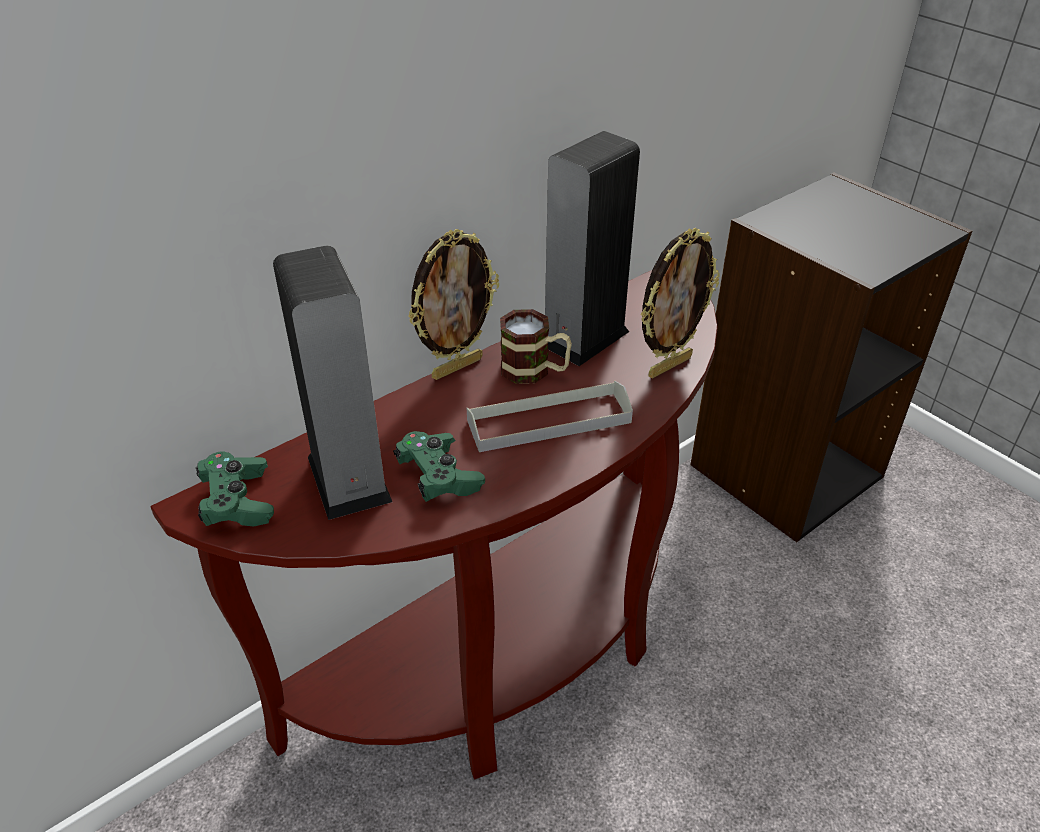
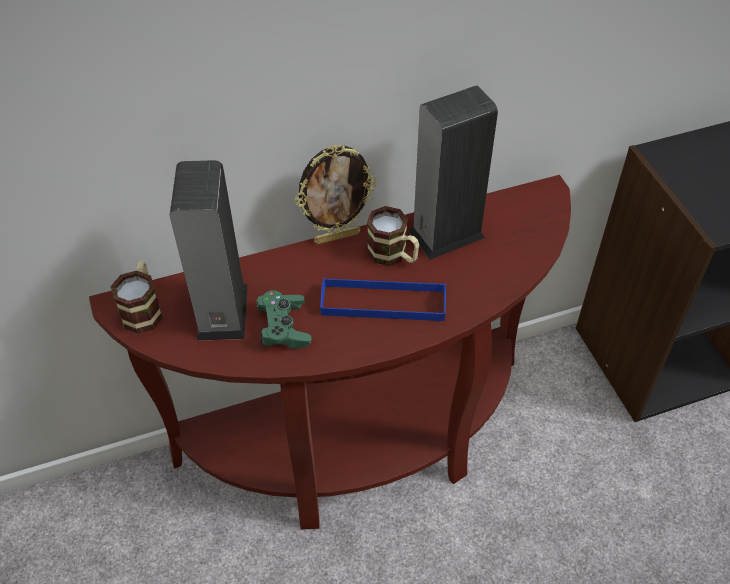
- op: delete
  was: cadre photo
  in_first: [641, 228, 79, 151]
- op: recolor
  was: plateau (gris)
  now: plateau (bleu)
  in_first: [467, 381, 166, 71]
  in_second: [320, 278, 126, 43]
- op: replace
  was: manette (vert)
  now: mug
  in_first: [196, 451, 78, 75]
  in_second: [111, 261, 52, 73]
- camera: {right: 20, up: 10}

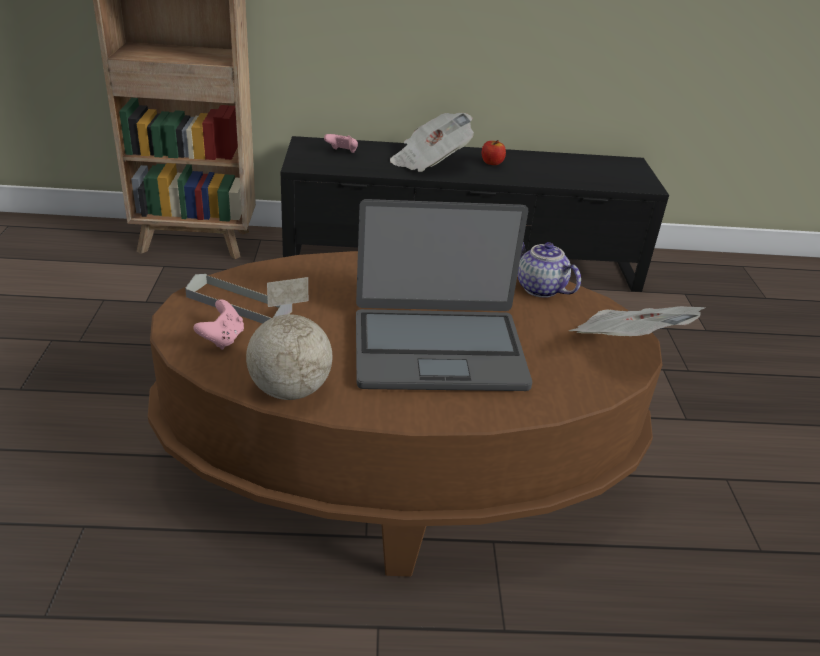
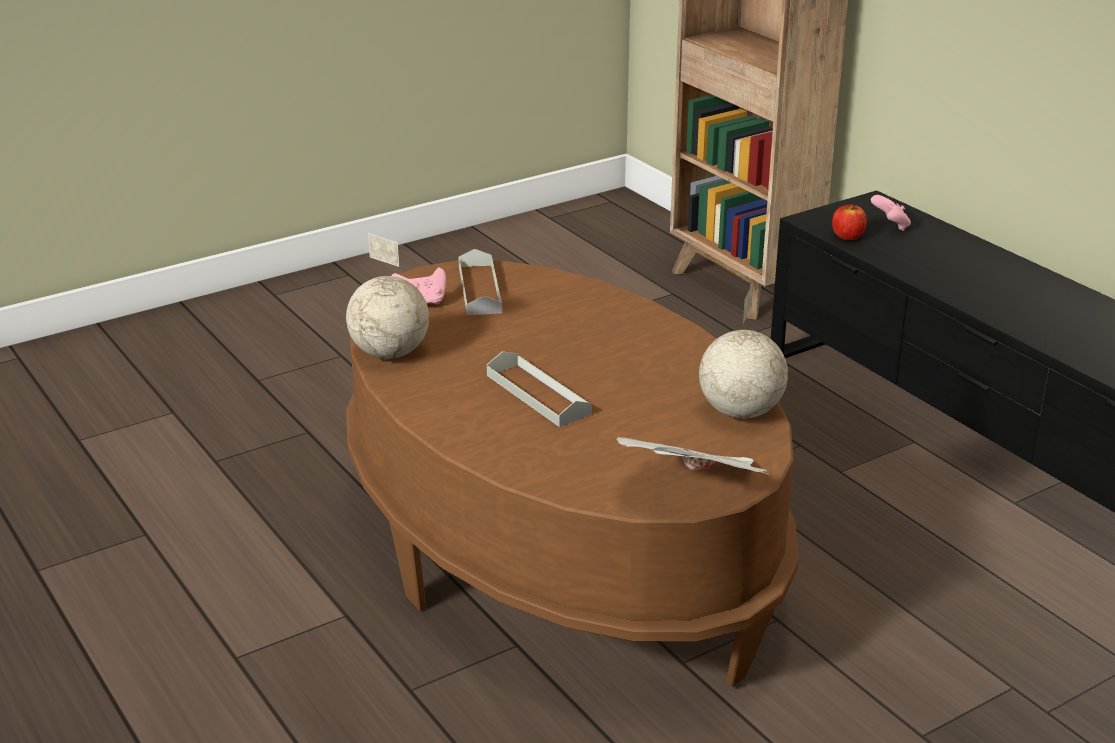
- op: delete
  was: journal
  in_first: [390, 113, 84, 59]
- op: move
  was: pomme
  in_first: [482, 140, 24, 25]
  in_second: [832, 205, 35, 35]
- op: replace
  was: ordinateur portable
  now: plateau (gris)
  in_first: [356, 199, 176, 192]
  in_second: [487, 351, 105, 76]
- op: replace
  was: théière
  now: globe
  in_first: [518, 242, 63, 56]
  in_second: [699, 282, 89, 136]
- camera: {right: 60, up: -5}

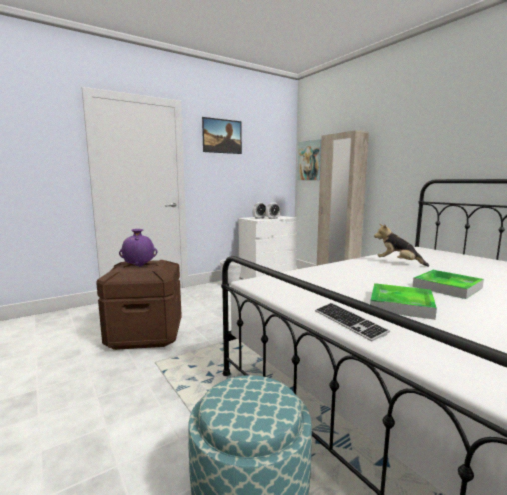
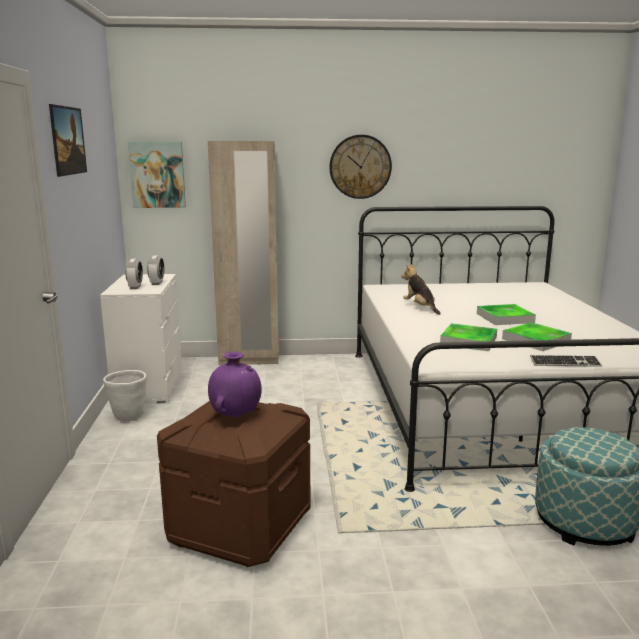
- op: rotate
  was: peluche
  in_first: [374, 224, 55, 43]
  in_second: [401, 264, 40, 51]
  clockwise: 90
- op: insert
  now: horloge murale
  in_second: [329, 135, 63, 64]
- op: insert
  now: plateau
  in_second: [440, 323, 57, 28]
- camera: {right: -60, up: 5}

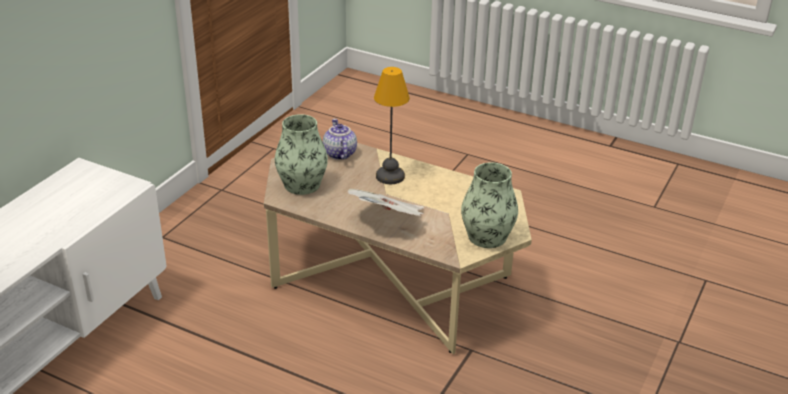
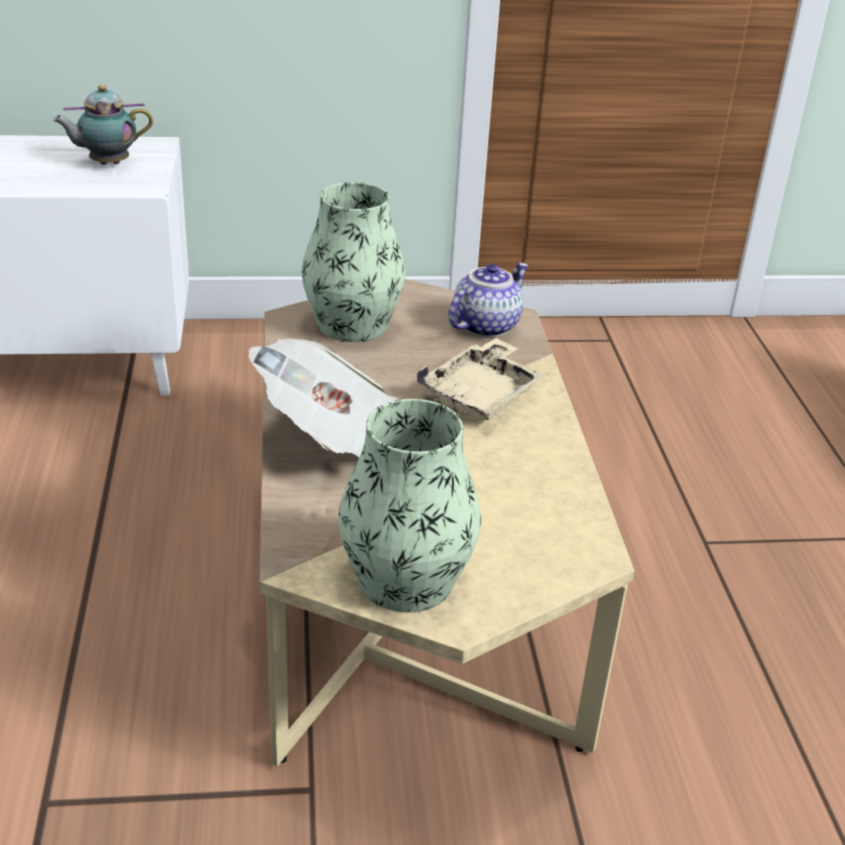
- op: replace
  was: lampe de table
  now: plateau (beige)
  in_first: [374, 67, 36, 117]
  in_second: [417, 338, 129, 82]
- op: insert
  now: théière
  in_second: [53, 85, 100, 80]
- camera: {right: 55, up: 0}

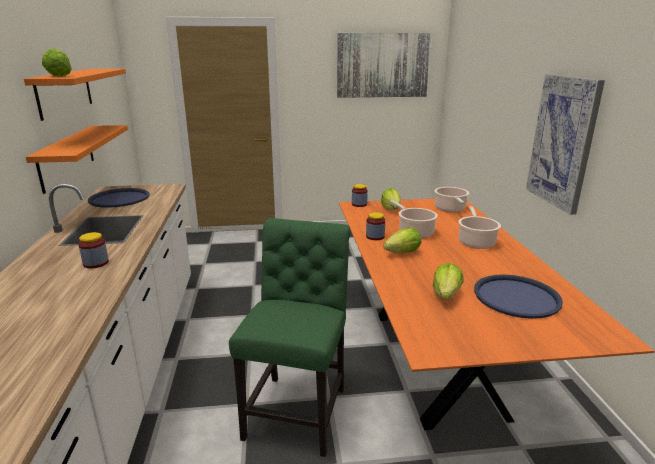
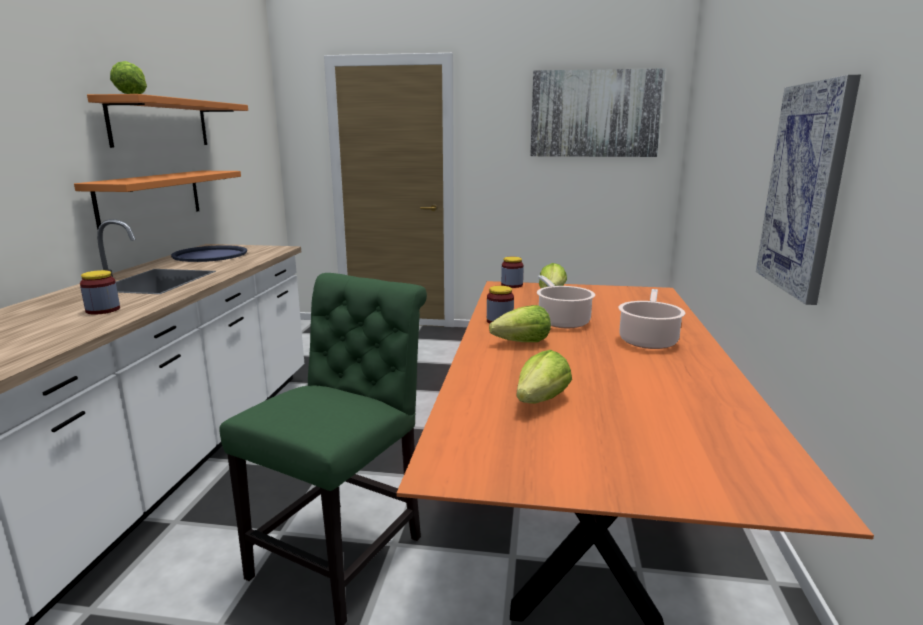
- op: delete
  was: marmite
  in_first: [435, 187, 34, 25]
- op: delete
  was: plateau (bleu)
  in_first: [474, 275, 89, 44]
- camera: {right: 15, up: -5}

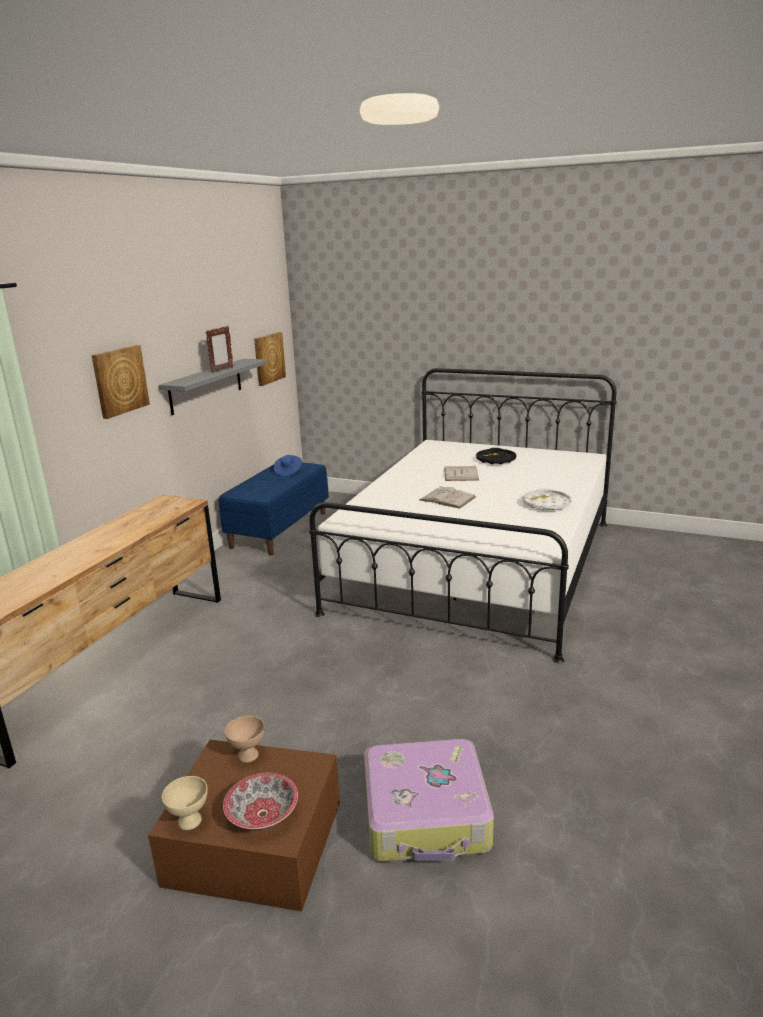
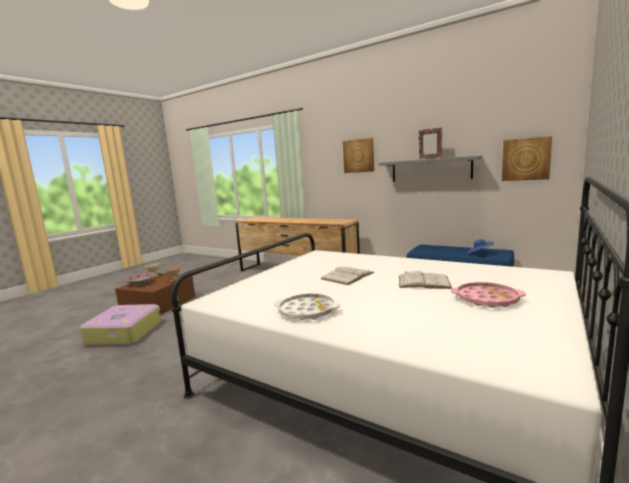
- op: recolor
  was: plateau (noir)
  now: plateau (rose)
  in_first: [476, 448, 40, 16]
  in_second: [451, 282, 75, 26]
- camera: {right: 100, up: -10}

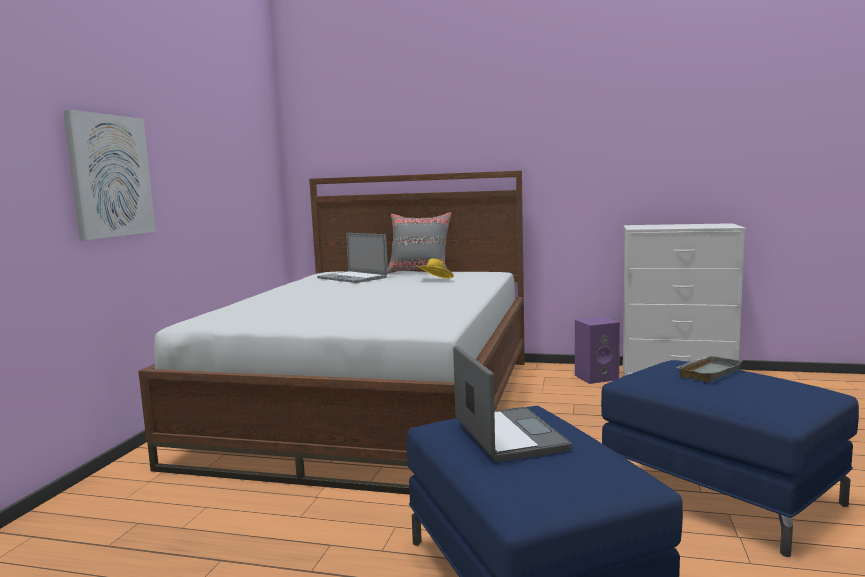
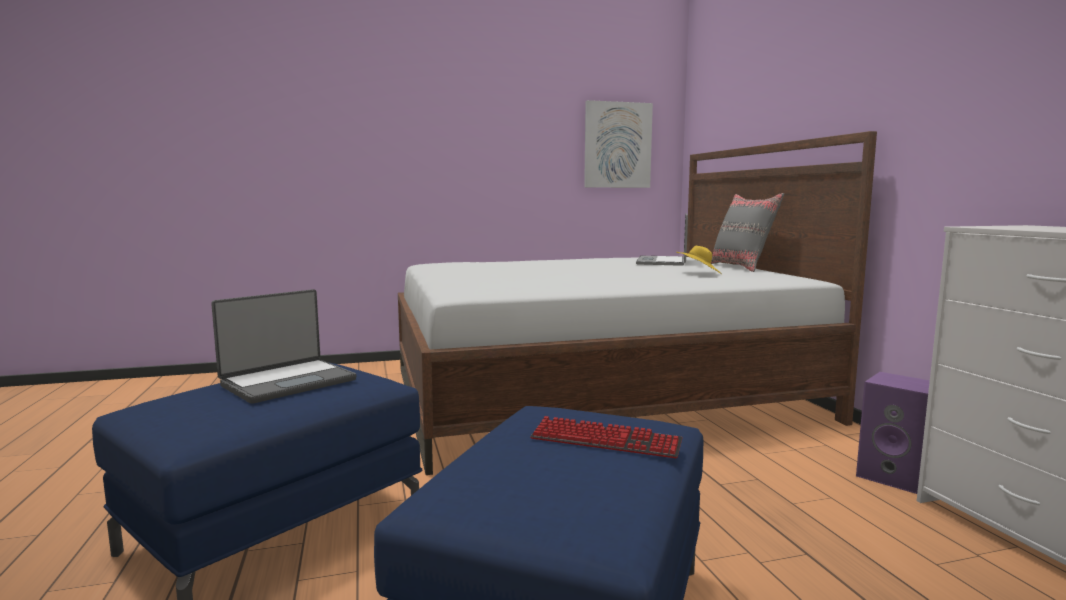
- op: move
  was: tableau
  in_first: [63, 110, 93, 130]
  in_second: [584, 100, 69, 88]
- op: replace
  was: plateau (gris)
  now: clavier
  in_first: [675, 355, 68, 27]
  in_second: [530, 416, 153, 42]
- camera: {right: 60, up: 0}

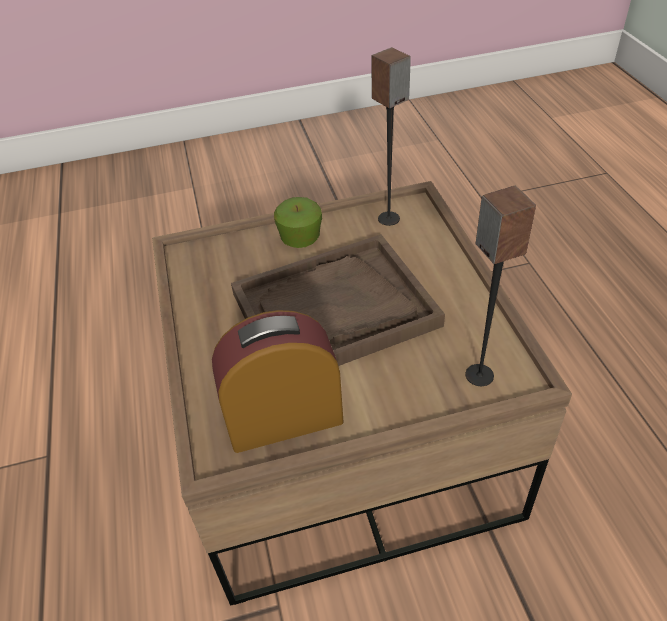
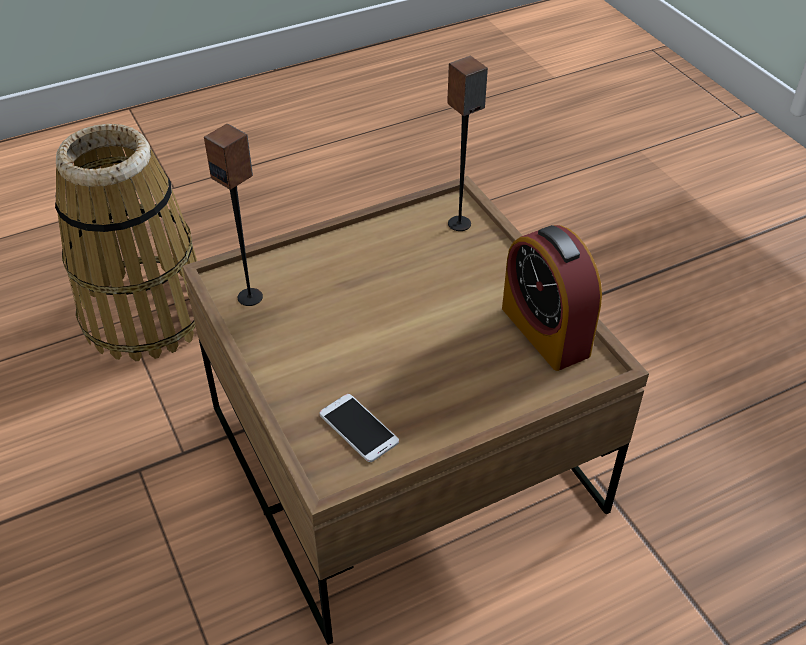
- op: delete
  was: pomme
  in_first: [274, 197, 48, 51]
- op: delete
  was: plateau (marron)
  in_first: [231, 234, 214, 132]
- op: insert
  now: panier
  in_second: [55, 124, 142, 237]
- op: insert
  now: téléphone
  in_second: [320, 394, 79, 68]
- camera: {right: -105, up: 0}

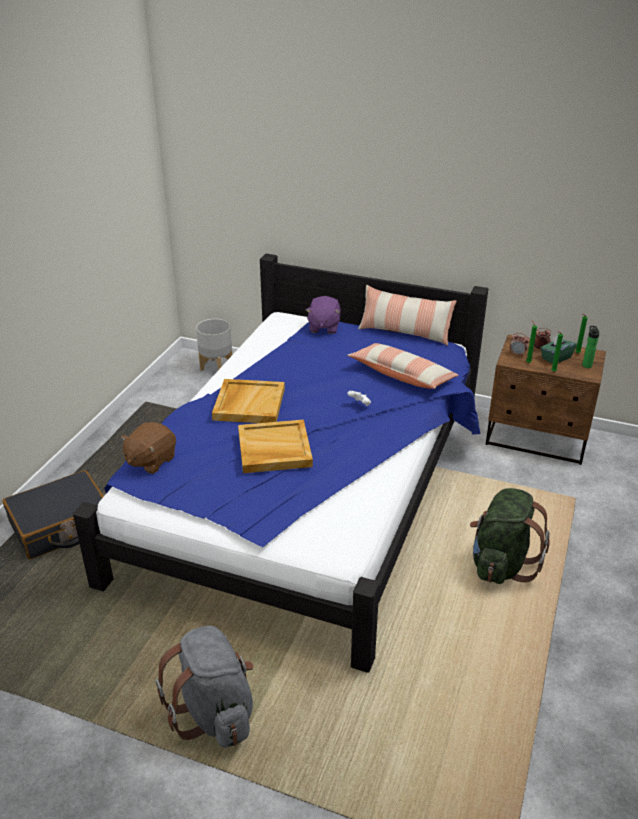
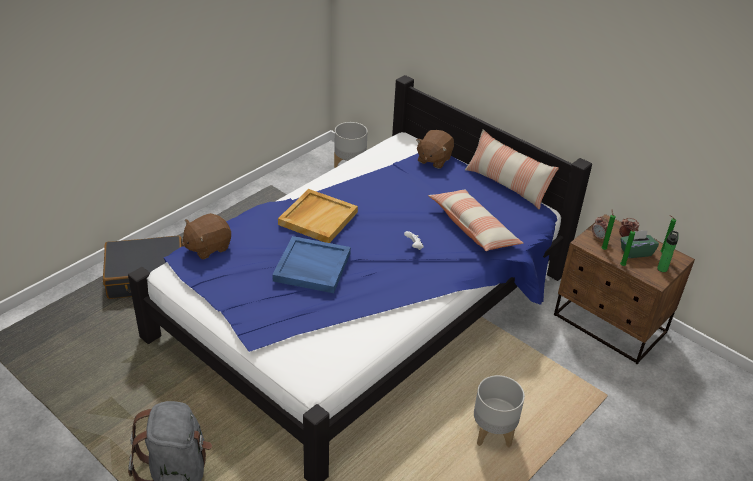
- op: recolor
  was: peluche (violet)
  now: peluche (marron)
  in_first: [306, 296, 35, 38]
  in_second: [416, 130, 38, 39]
- op: recolor
  was: plateau (beige)
  now: plateau (bleu)
  in_first: [238, 420, 75, 53]
  in_second: [272, 236, 79, 57]
- op: replace
  was: sac à dos (vert)
  now: cache-pot (gris)
  in_first: [470, 488, 80, 96]
  in_second: [474, 375, 51, 72]
- camera: {right: 20, up: 5}

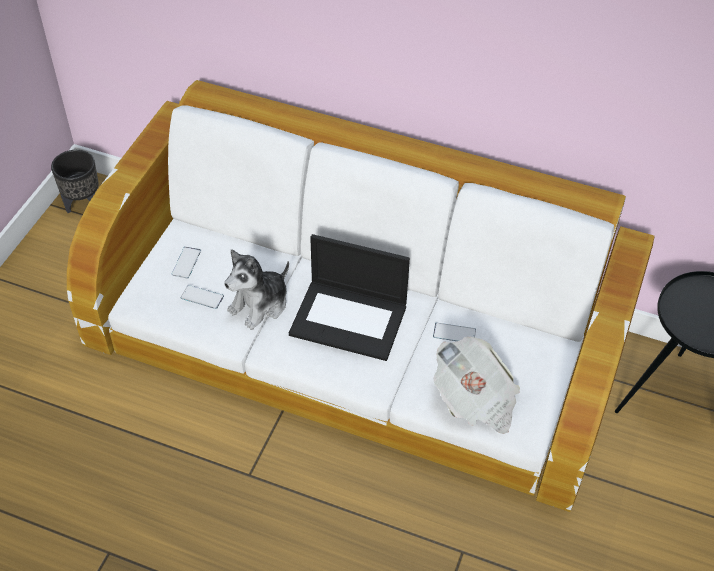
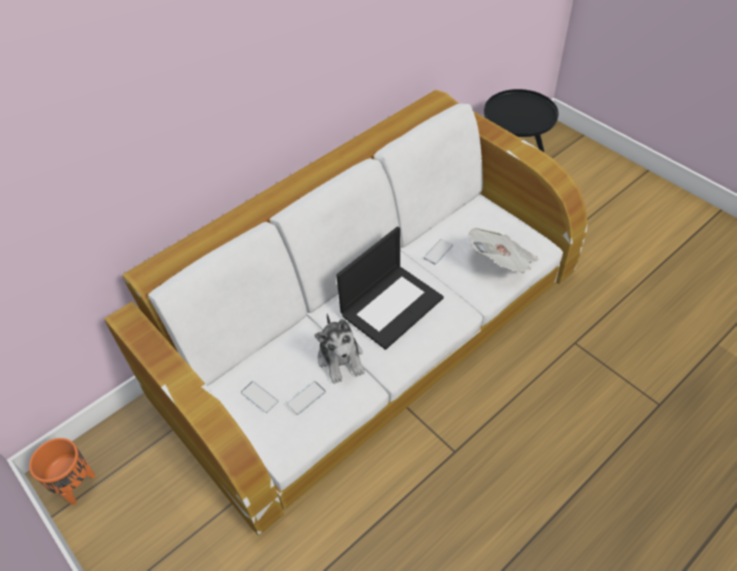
- op: recolor
  was: cache-pot (noir)
  now: cache-pot (orange)
  in_first: [51, 150, 48, 63]
  in_second: [29, 438, 67, 67]
- camera: {right: -60, up: 0}

